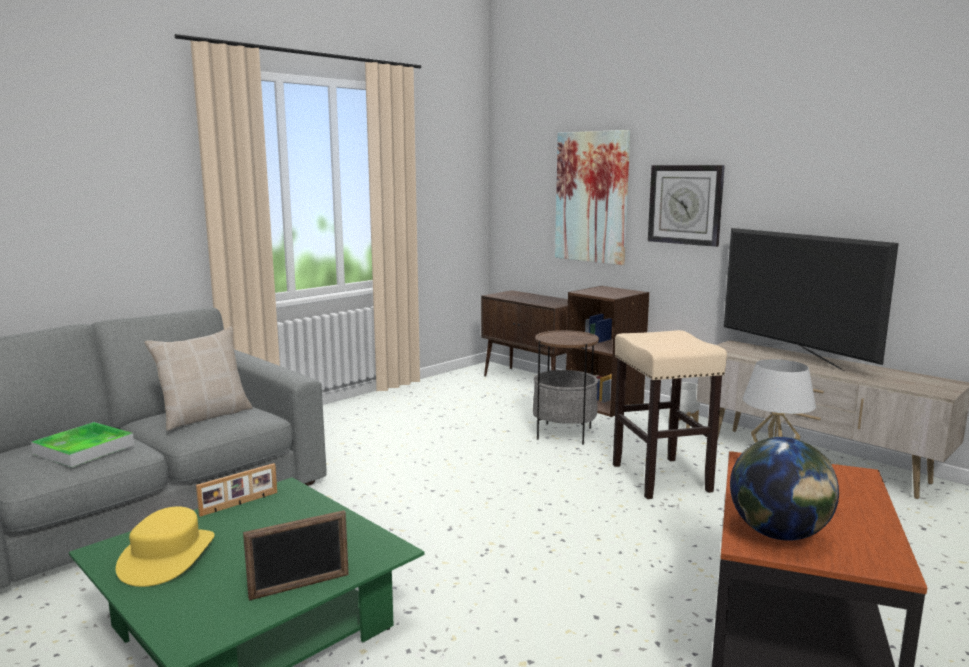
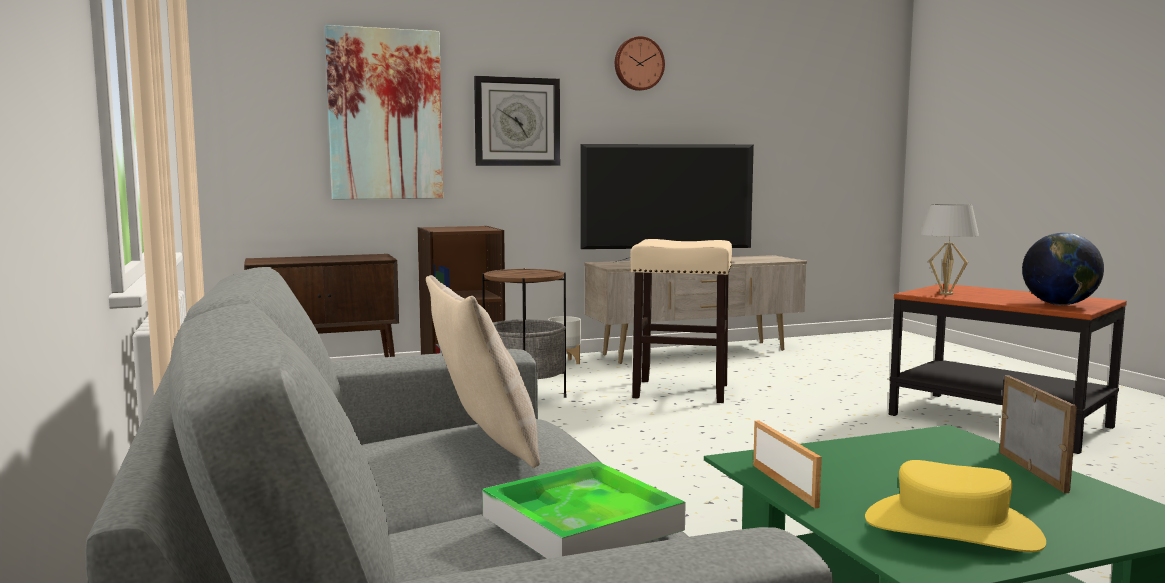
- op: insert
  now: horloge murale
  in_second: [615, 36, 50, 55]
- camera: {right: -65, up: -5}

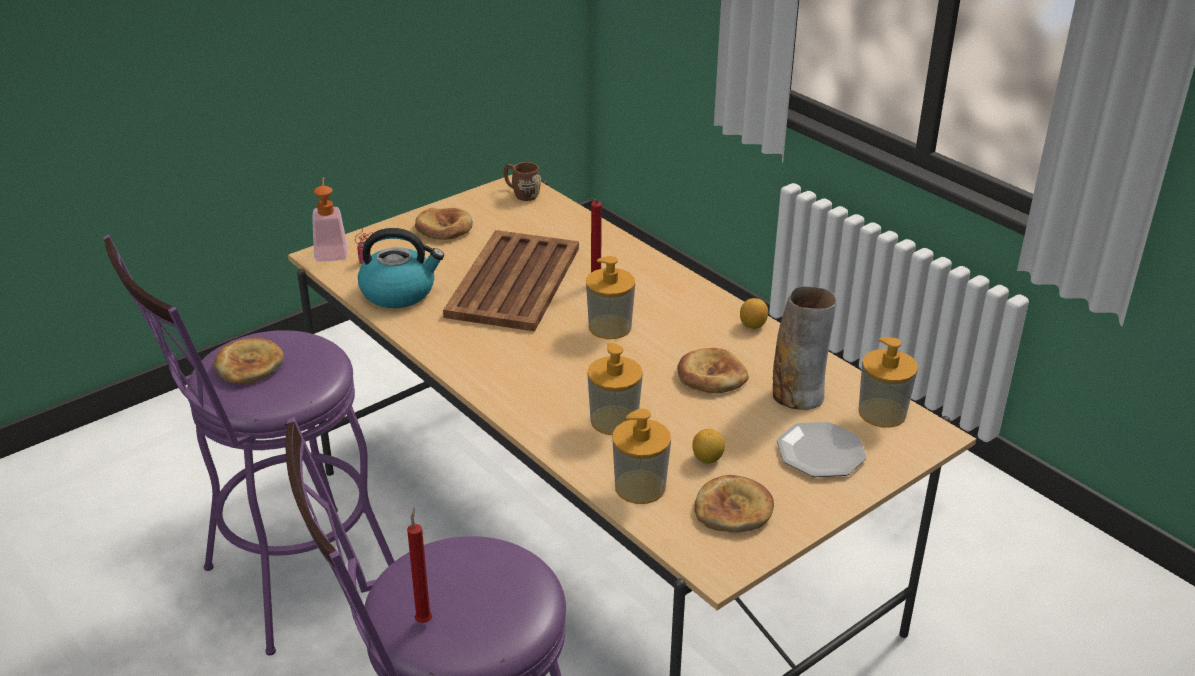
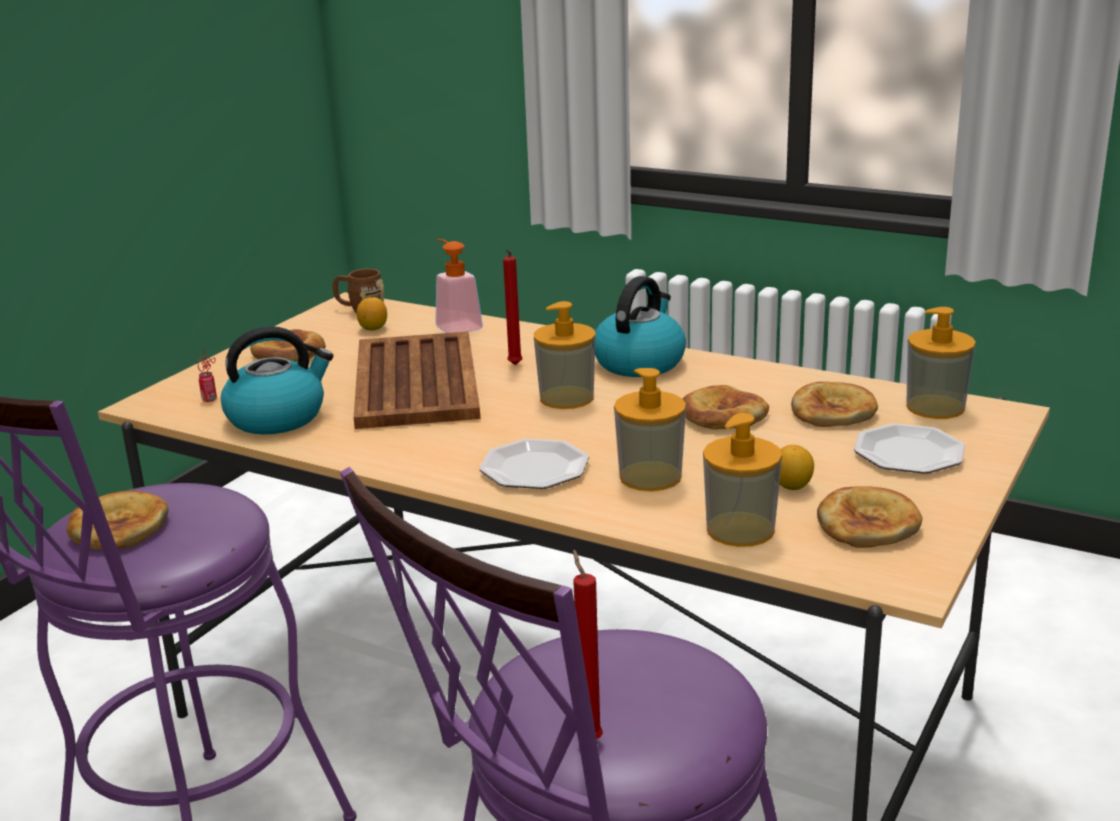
- op: move
  was: distributeur de savon
  in_first: [312, 177, 35, 85]
  in_second: [436, 239, 47, 94]
- op: replace
  was: vase
  now: pain
  in_first: [773, 286, 64, 124]
  in_second: [791, 382, 87, 45]
- op: move
  was: citron
  in_first: [740, 298, 28, 31]
  in_second: [356, 297, 31, 34]
- op: insert
  now: bouilloire
  in_second: [595, 276, 91, 101]
- op: insert
  now: assiette
  in_second: [479, 439, 110, 50]
- camera: {right: -20, up: -10}

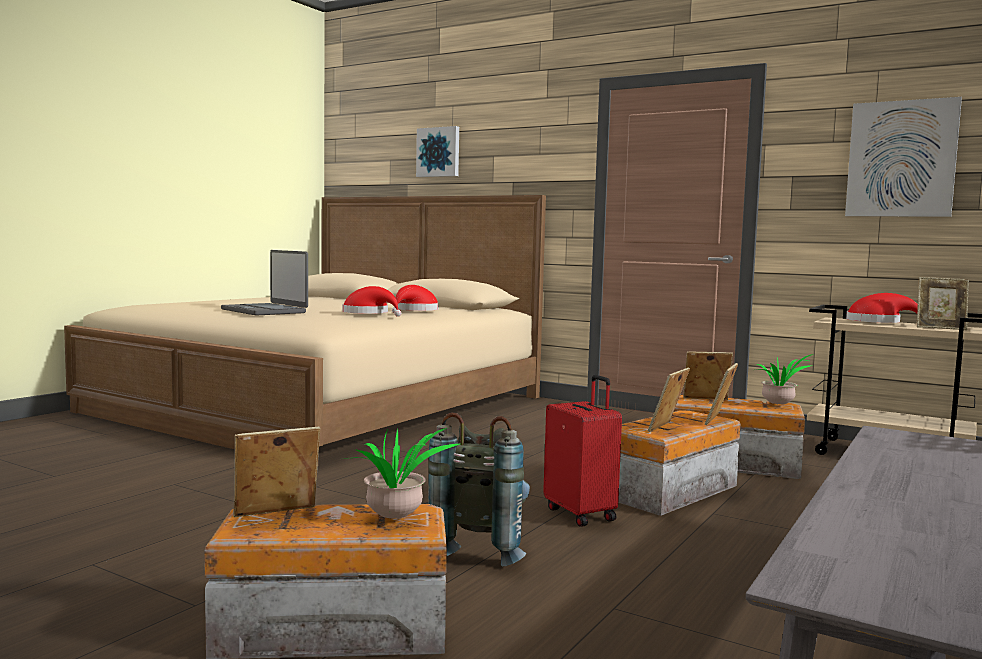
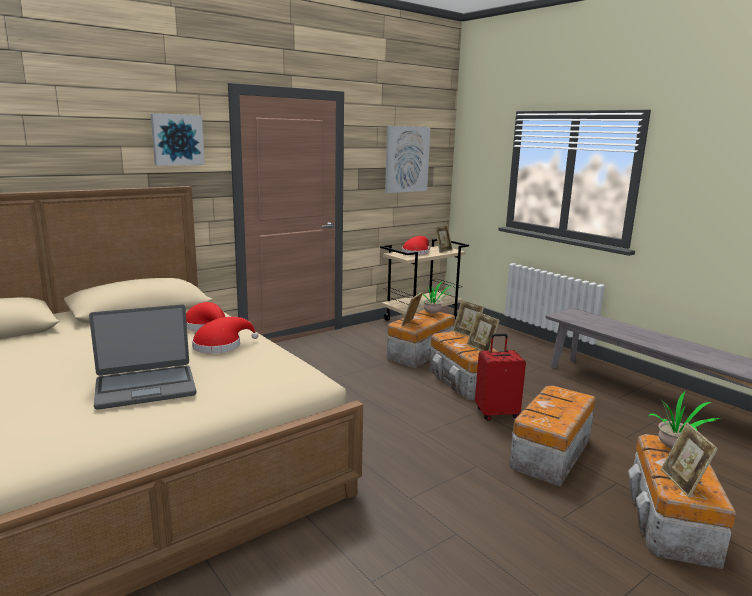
- op: move
  was: tableau
  in_first: [416, 126, 43, 51]
  in_second: [151, 113, 54, 53]
- op: replace
  was: sac à dos (gris)
  now: boîte de rangement
  in_first: [428, 412, 102, 154]
  in_second: [509, 386, 87, 101]
- camera: {right: -70, up: 10}

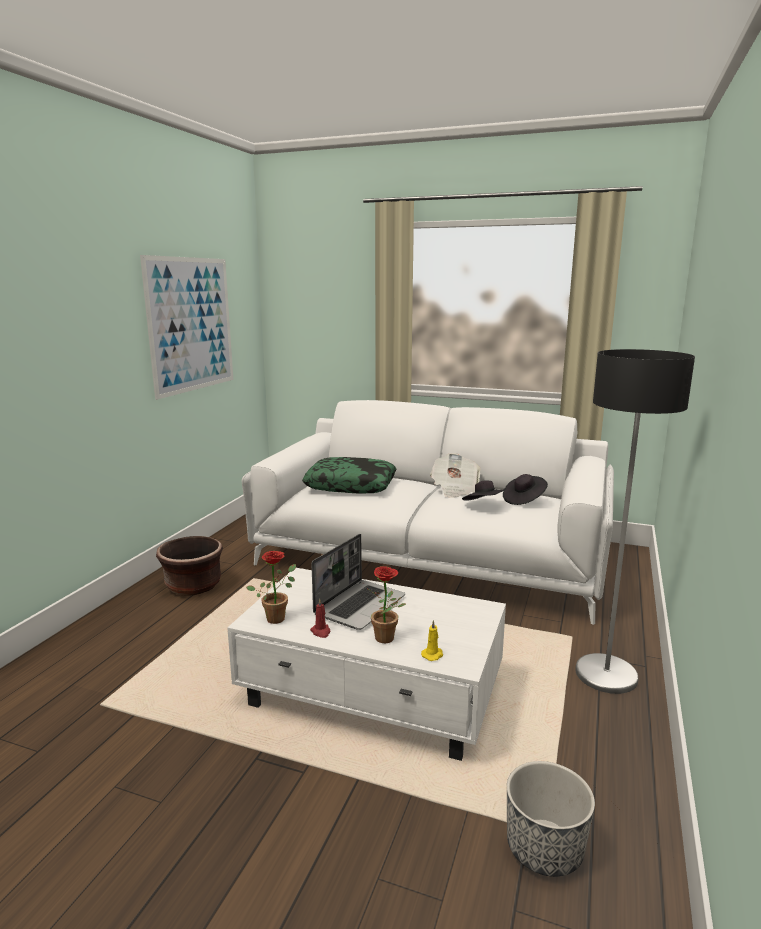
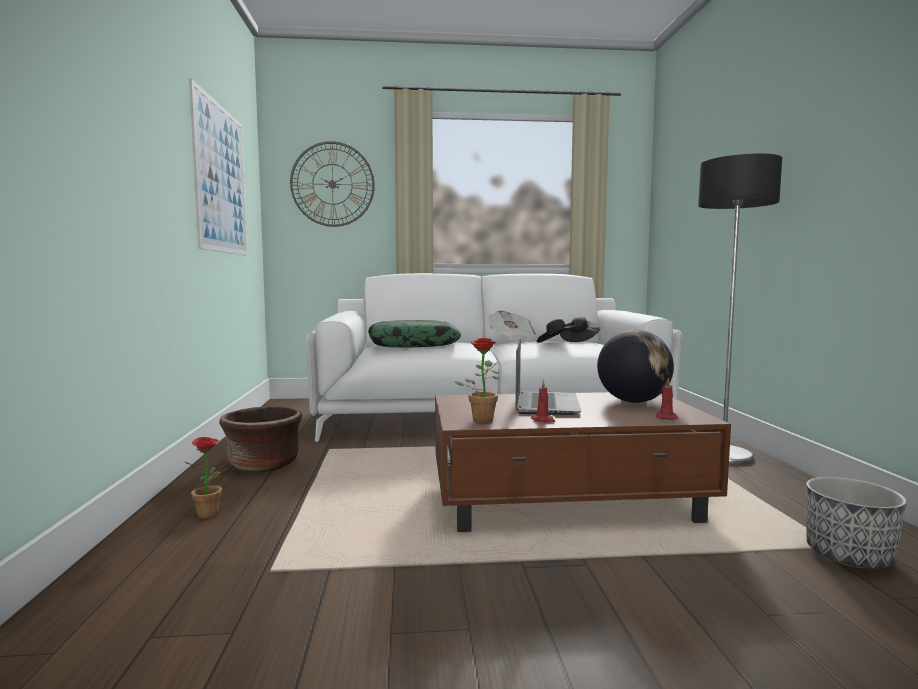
- op: move
  was: plante en pot
  in_first: [366, 566, 40, 77]
  in_second: [185, 437, 43, 82]
- op: recolor
  was: table basse (blanc)
  now: table basse (marron)
  in_first: [227, 568, 279, 193]
  in_second: [435, 392, 296, 140]
- op: recolor
  was: bougie (jaune)
  now: bougie (rouge)
  in_first: [421, 620, 22, 41]
  in_second: [656, 378, 22, 42]
- op: insert
  now: horloge murale
  in_second: [290, 141, 85, 86]
- op: insert
  now: globe
  in_second: [597, 330, 77, 73]
- camera: {right: -25, up: -10}

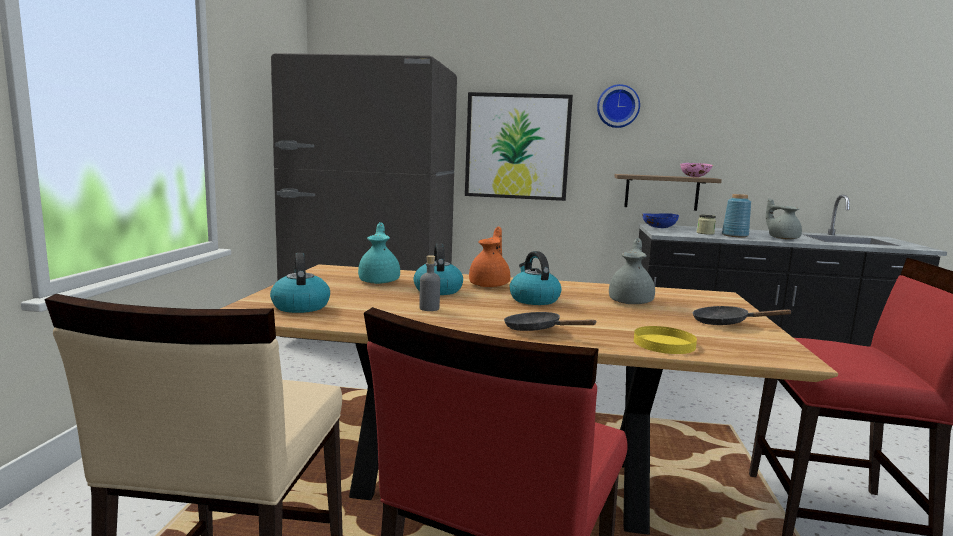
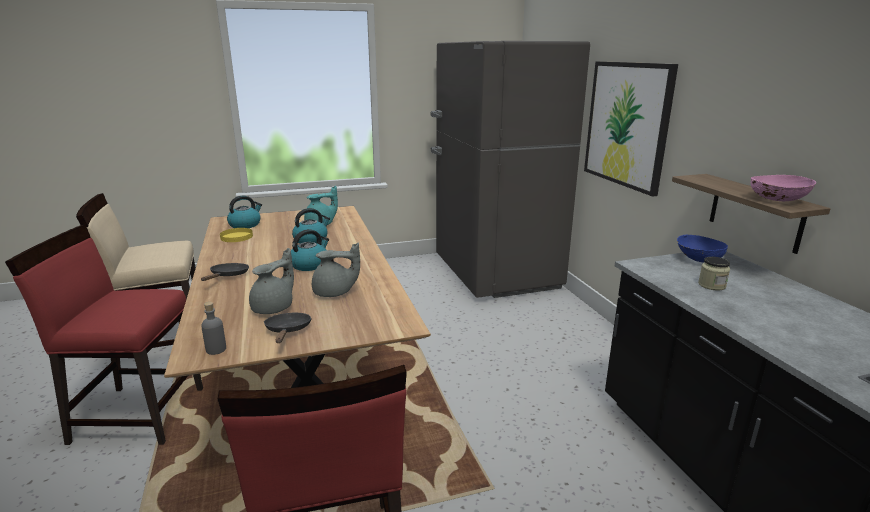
- op: delete
  was: horloge murale
  in_first: [597, 84, 43, 44]
- op: delete
  was: vase (bleu)
  in_first: [722, 194, 29, 43]
- op: move
  was: théière (gris)
  in_first: [766, 198, 36, 42]
  in_second: [249, 248, 45, 66]
- op: delete
  was: théière (orange)
  in_first: [469, 227, 41, 60]
- op: move
  was: bouteille (gris)
  in_first: [419, 255, 21, 56]
  in_second: [201, 302, 25, 53]
- op: move
  was: assiette (jaune)
  in_first: [634, 326, 63, 28]
  in_second: [220, 228, 33, 14]
- camera: {right: 65, up: 10}

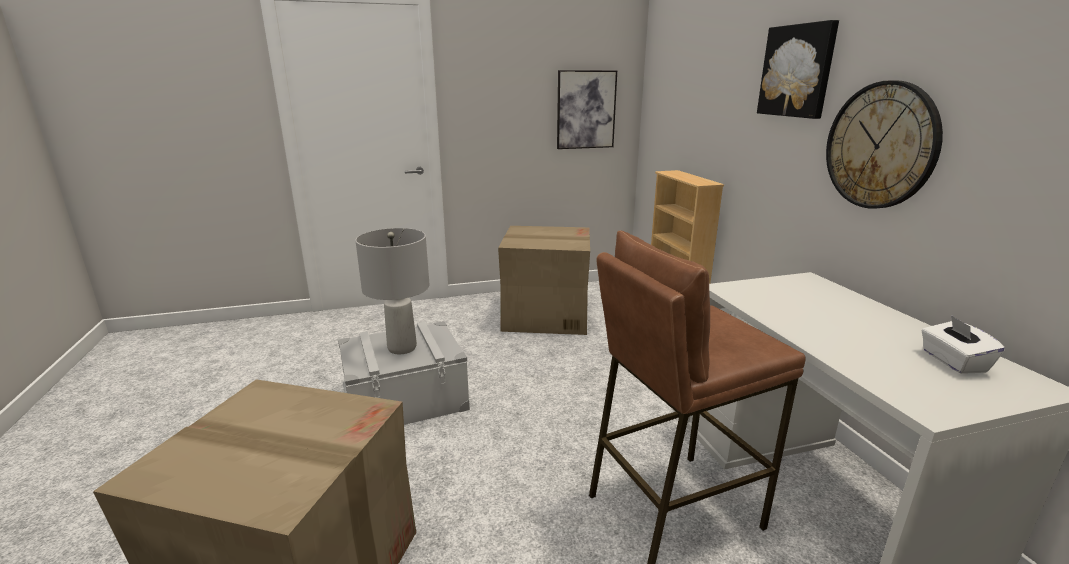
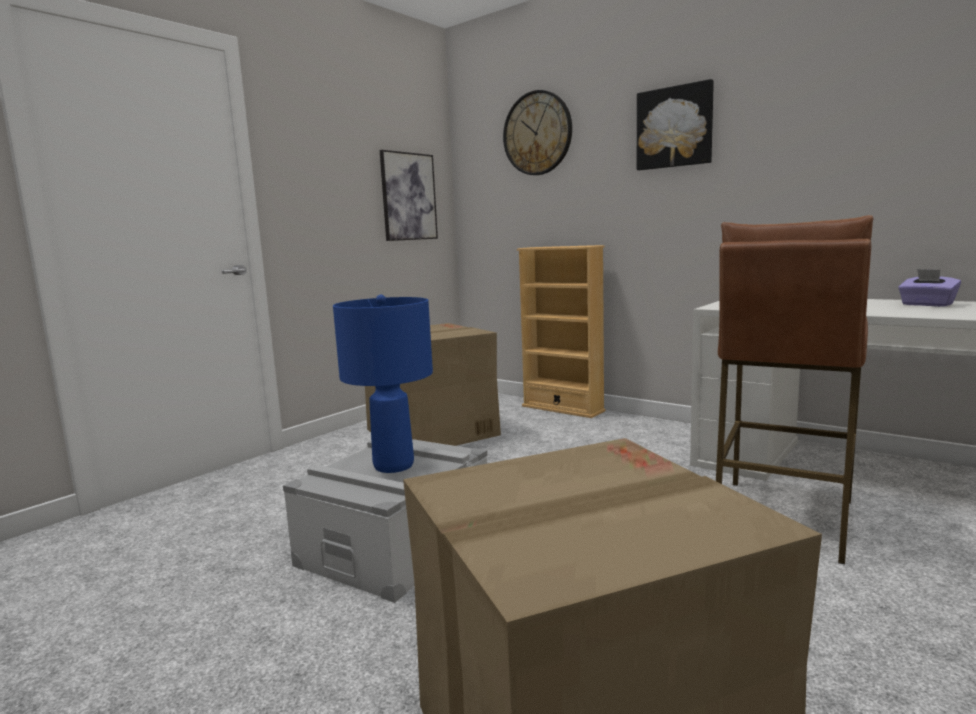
- op: move
  was: horloge murale
  in_first: [826, 80, 117, 129]
  in_second: [503, 90, 69, 85]
- op: recolor
  was: lampe de table (gris)
  now: lampe de table (bleu)
  in_first: [355, 228, 75, 126]
  in_second: [333, 295, 100, 178]
- op: recolor
  was: boîte à mouchoirs (blanc)
  now: boîte à mouchoirs (violet)
  in_first: [921, 315, 84, 59]
  in_second: [898, 269, 63, 38]
- camera: {right: -35, up: -10}

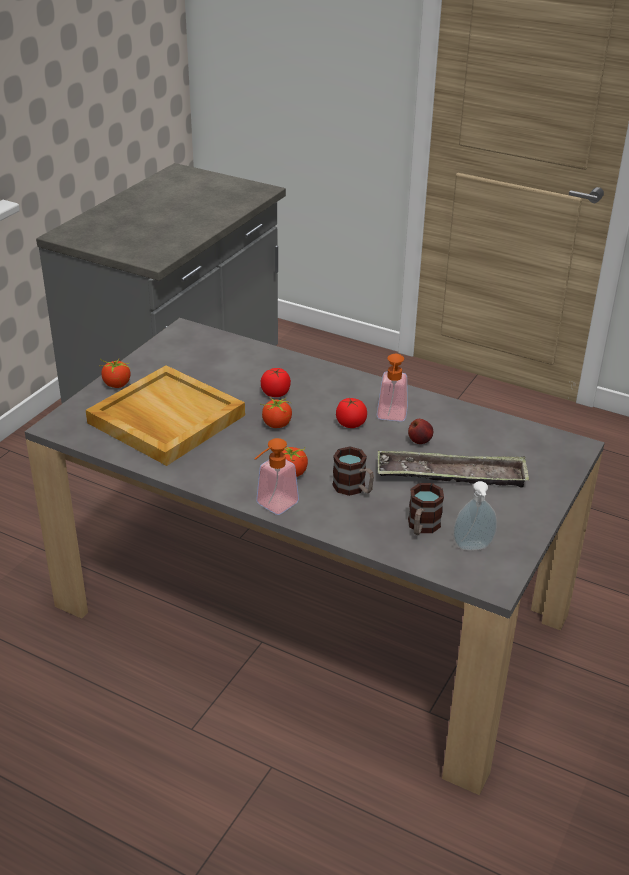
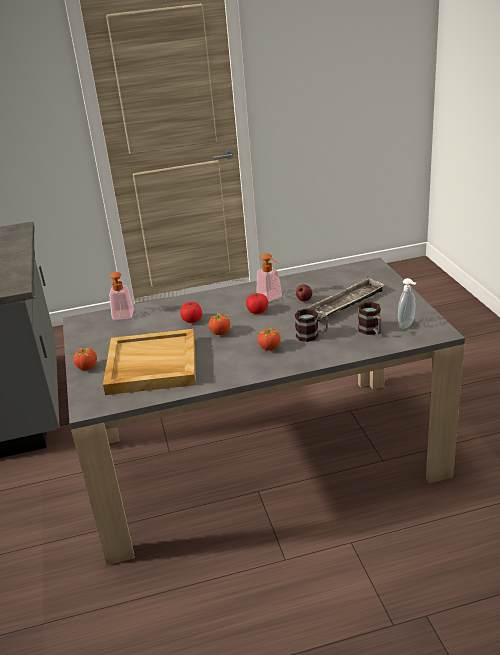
- op: move
  was: distributeur de savon
  in_first: [254, 438, 45, 77]
  in_second: [109, 272, 25, 48]
- camera: {right: -40, up: -5}

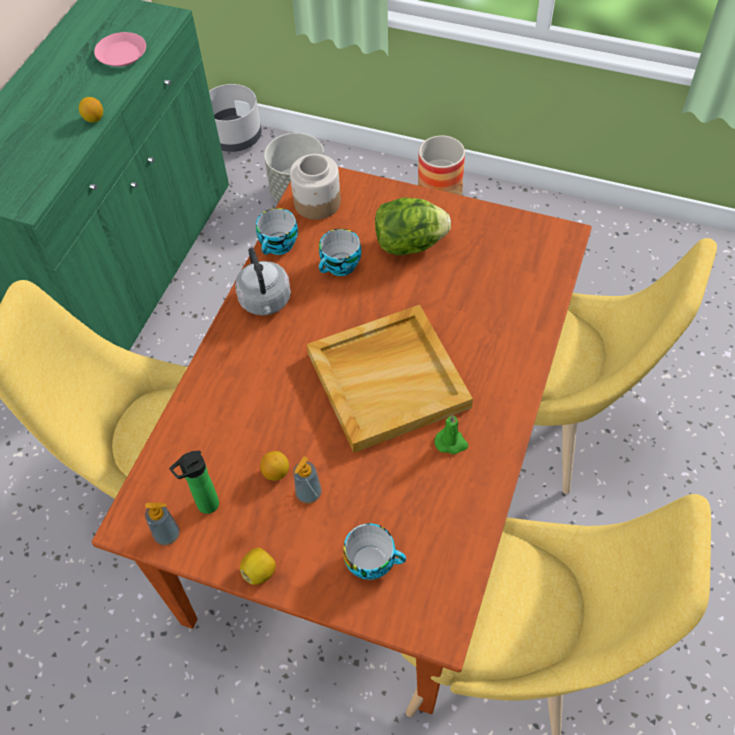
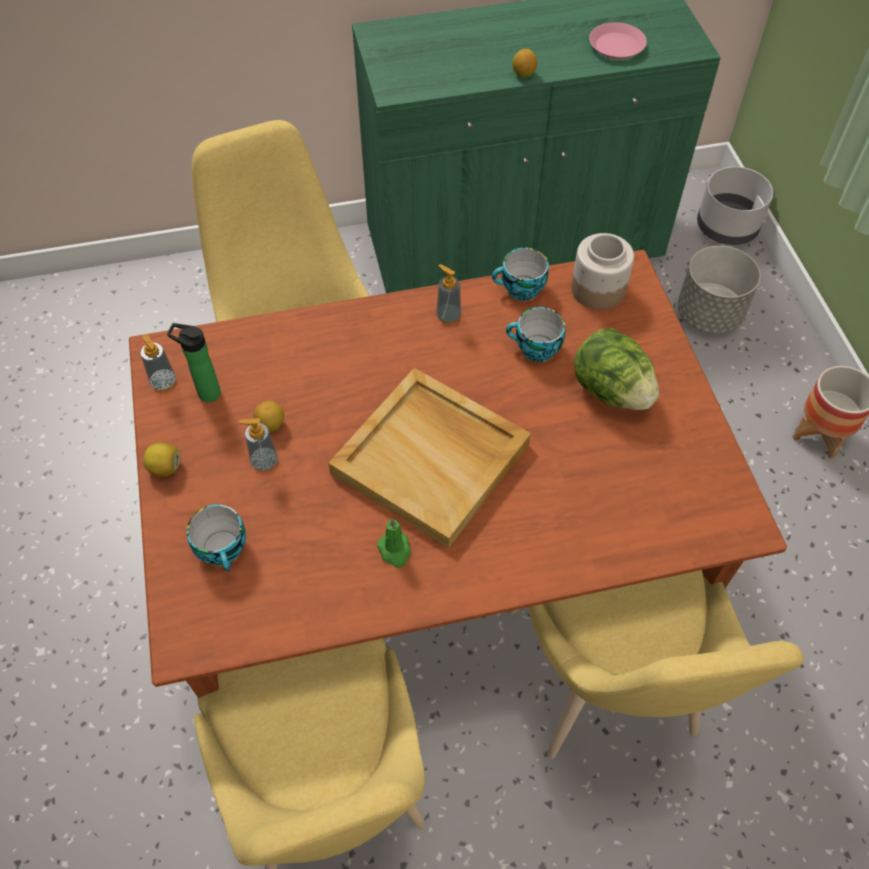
- op: replace
  was: bouilloire (gris)
  now: distributeur de savon
  in_first: [235, 247, 56, 69]
  in_second: [436, 264, 25, 60]
- camera: {right: 55, up: 0}

